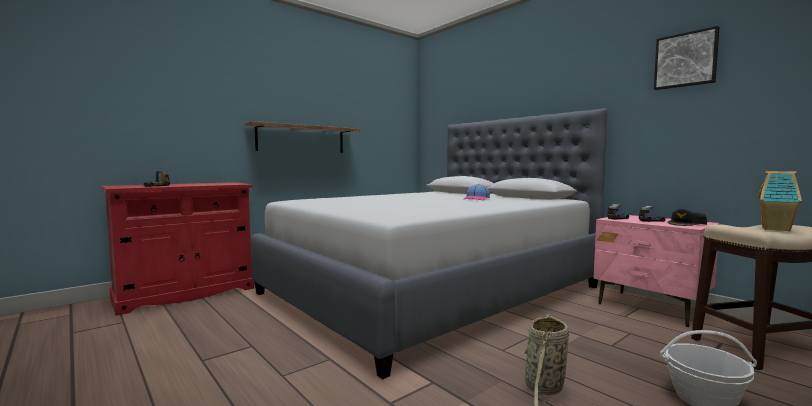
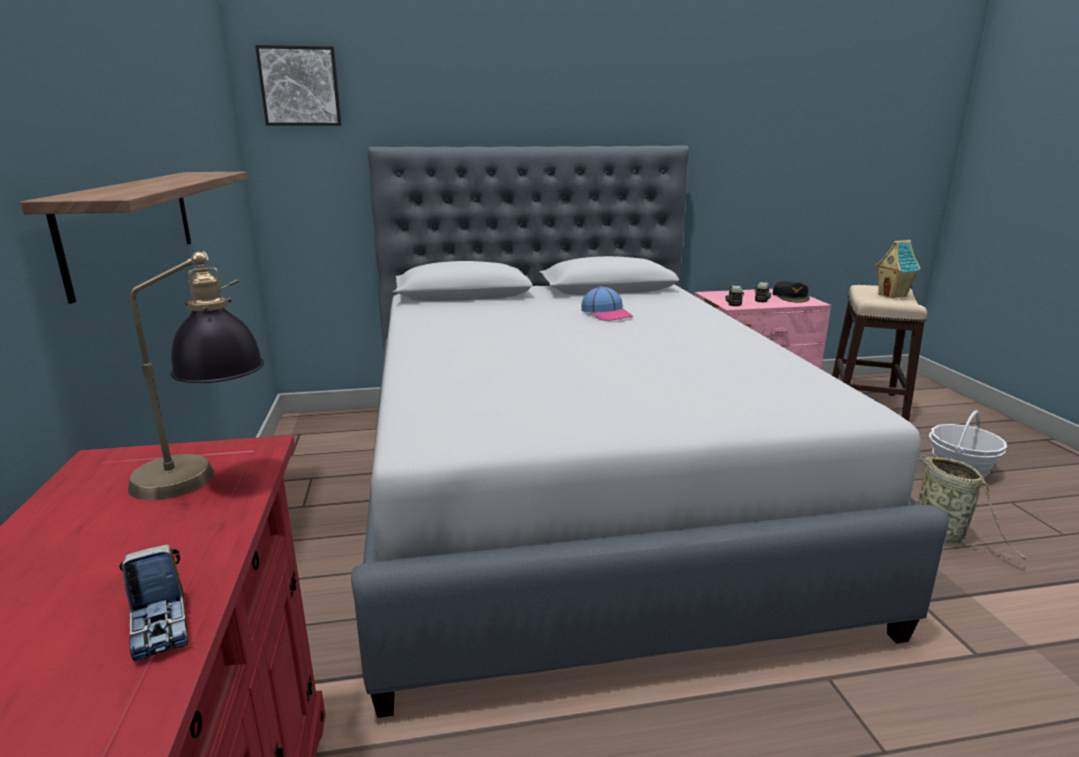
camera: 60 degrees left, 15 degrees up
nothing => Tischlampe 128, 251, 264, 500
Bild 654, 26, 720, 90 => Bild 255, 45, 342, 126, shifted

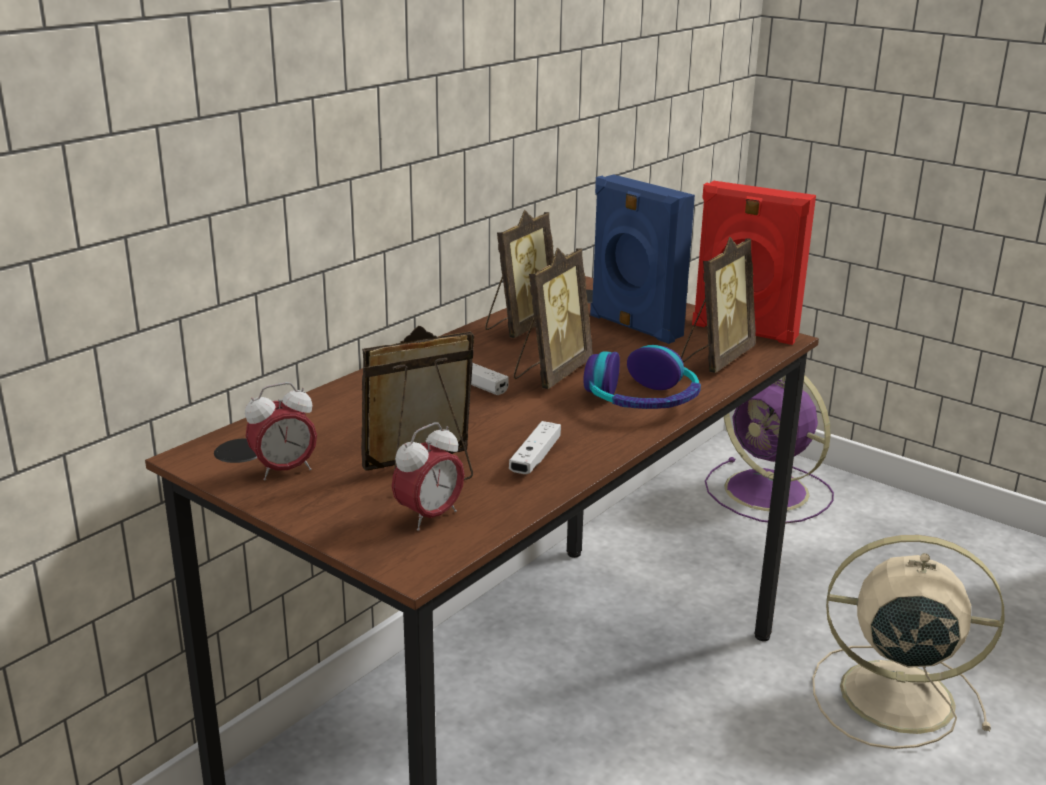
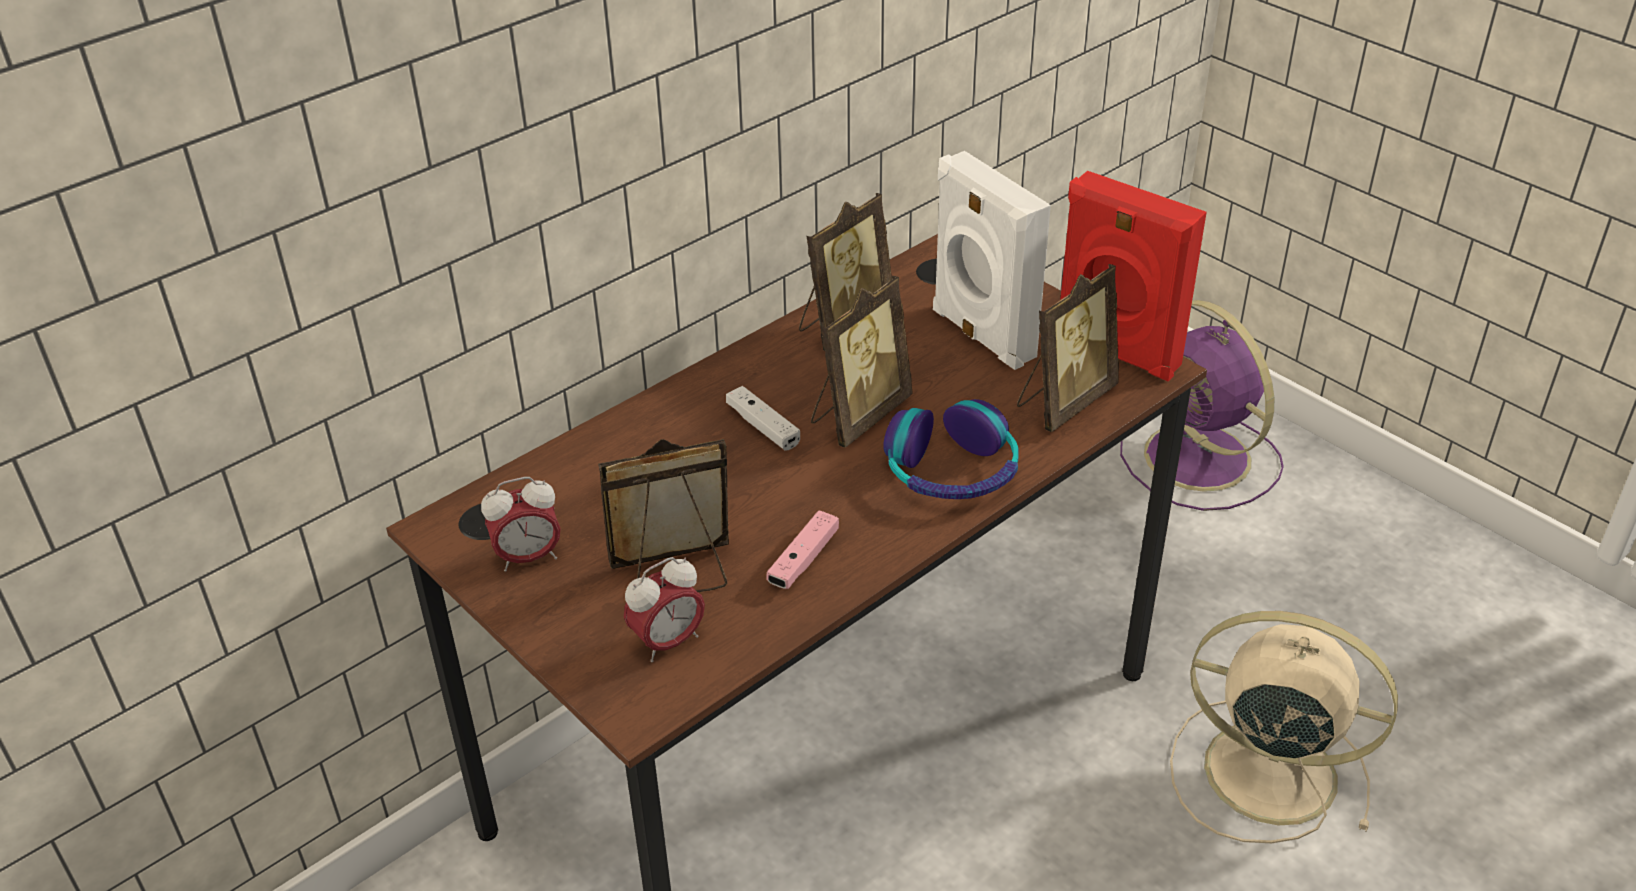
camera: 10 degrees right, 15 degrees up
Gamepad/weiß 509, 421, 561, 474 => Gamepad/rosa 767, 511, 839, 589
Lautsprecher/blau 590, 174, 695, 344 => Lautsprecher/weiß 933, 151, 1051, 370

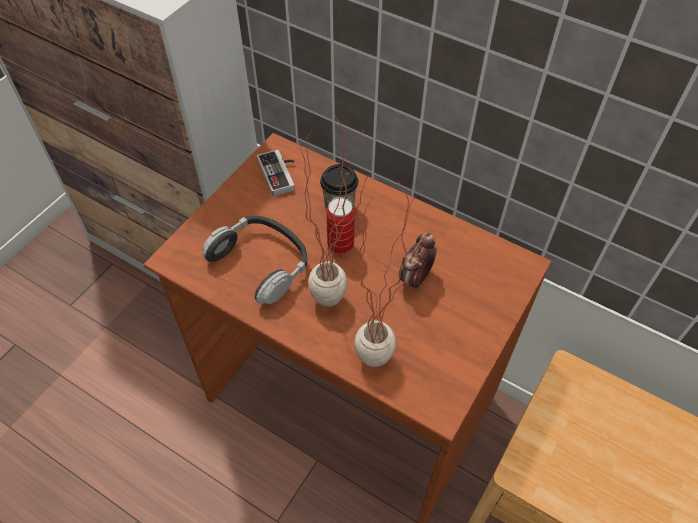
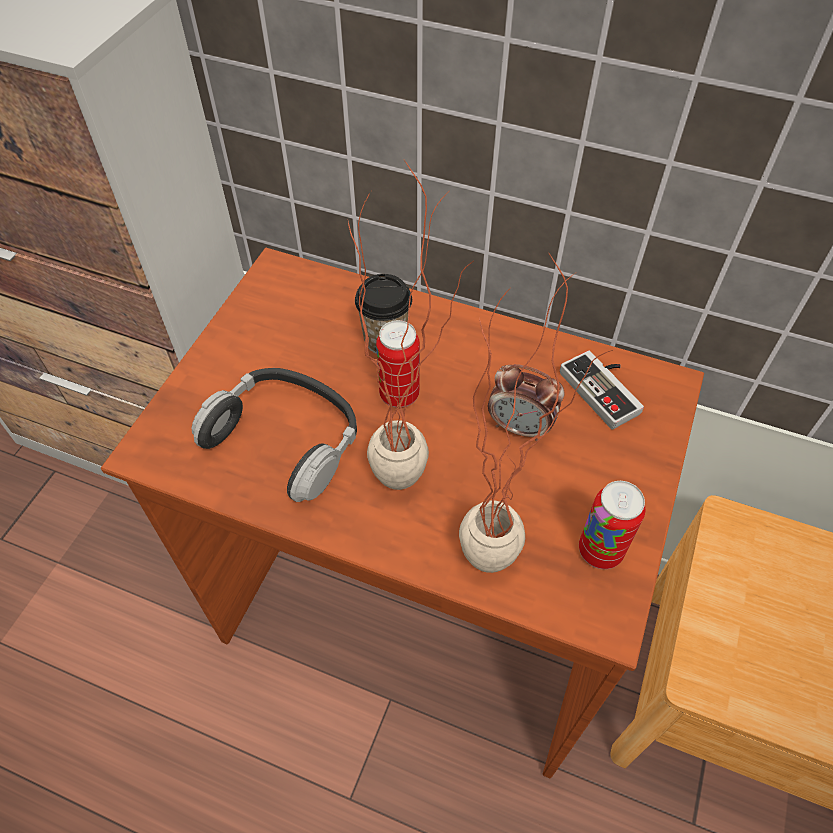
camera: 10 degrees left, 0 degrees up
nothing => Dose 579, 481, 645, 569
Gamepad 257, 150, 295, 196 => Gamepad 560, 350, 644, 430, shifted
Wecker 399, 232, 437, 290 => Wecker 488, 364, 564, 441, 90 degrees counterclockwise

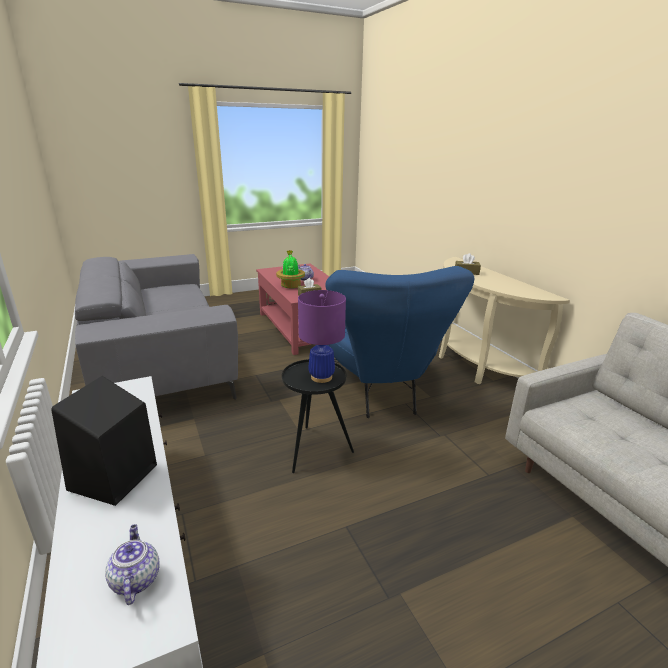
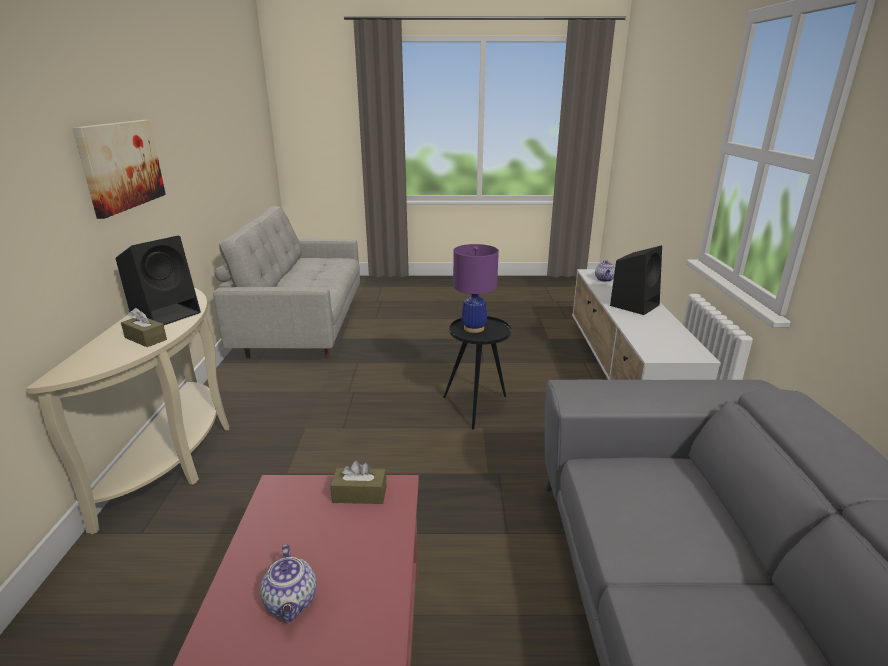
camera: 155 degrees left, 0 degrees up
Topfpflanze 276, 250, 305, 288 => nothing
Sessel/blau 325, 266, 474, 418 => nothing
nothing => Bild 73, 120, 166, 219
nothing => Lautsprecher/schwarz 116, 236, 201, 325

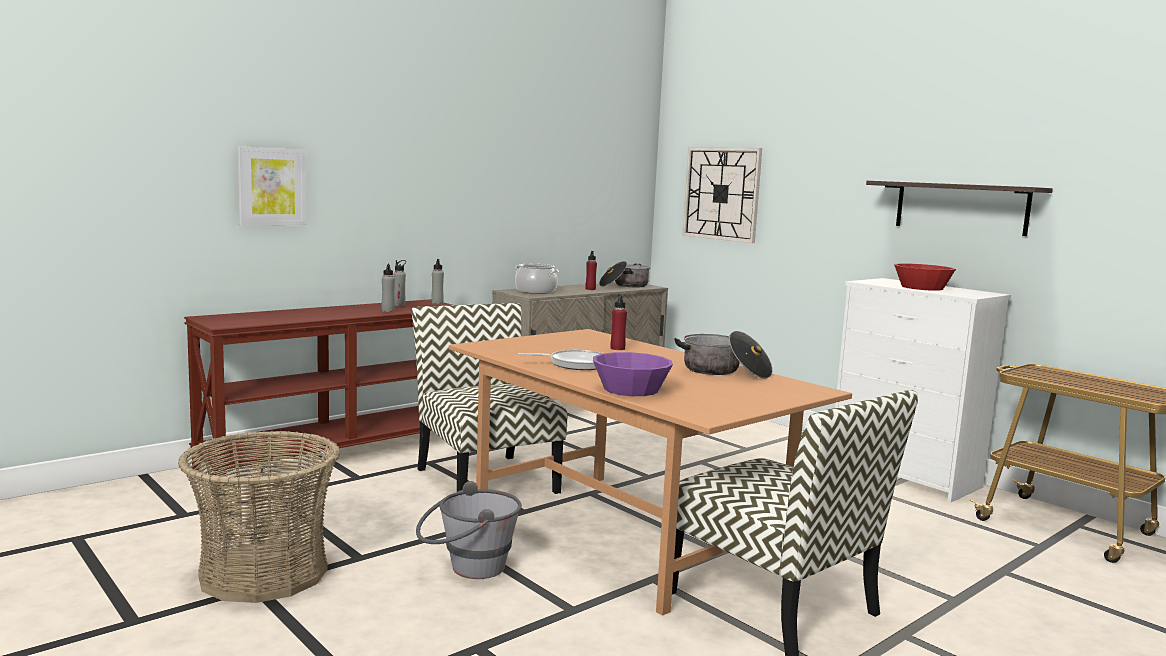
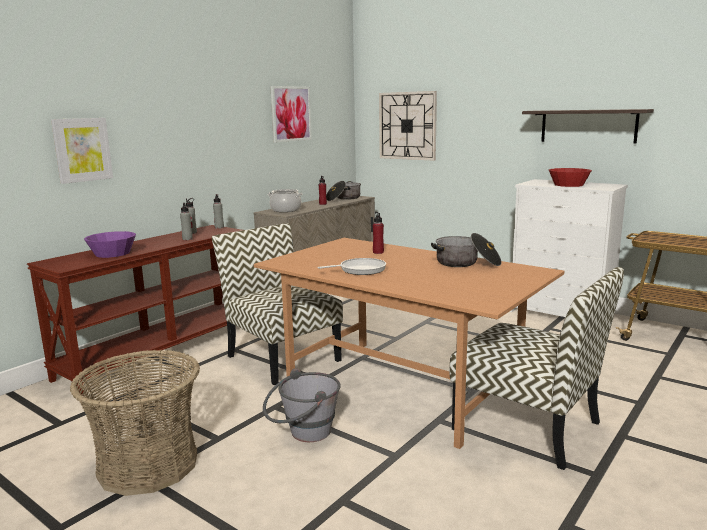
camera: 10 degrees left, 5 degrees up
nothing => Bild 270, 86, 312, 142
Schüssel/lila 593, 352, 673, 396 => Schüssel/lila 84, 231, 136, 258, shifted

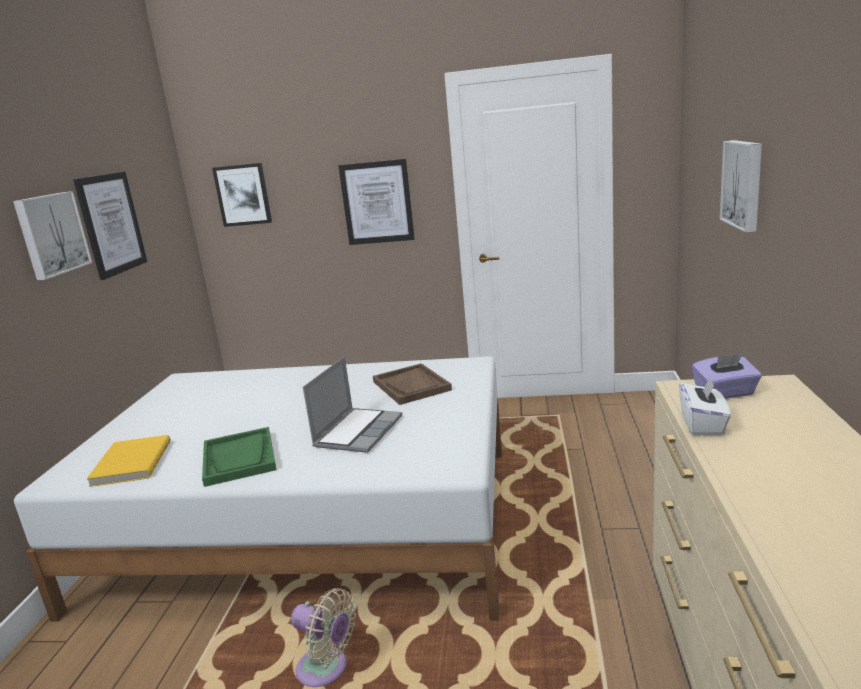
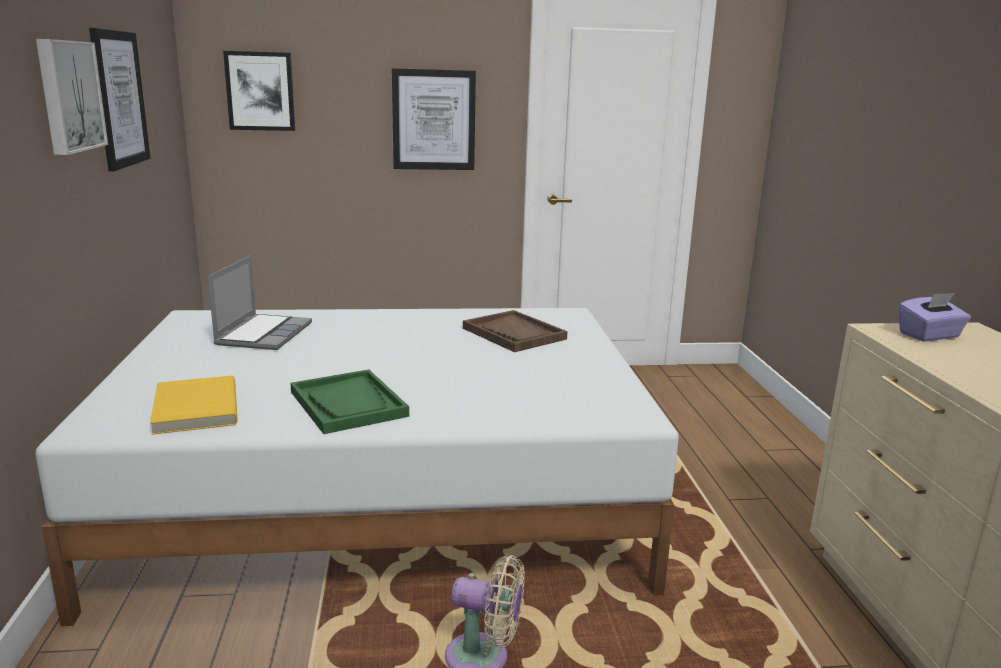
camera: 15 degrees left, 0 degrees up
Taschentuchbox/weiß 679, 377, 731, 435 => nothing
Bild 720, 140, 762, 232 => nothing
Laptop 303, 356, 402, 453 => Laptop 208, 255, 312, 350, shifted

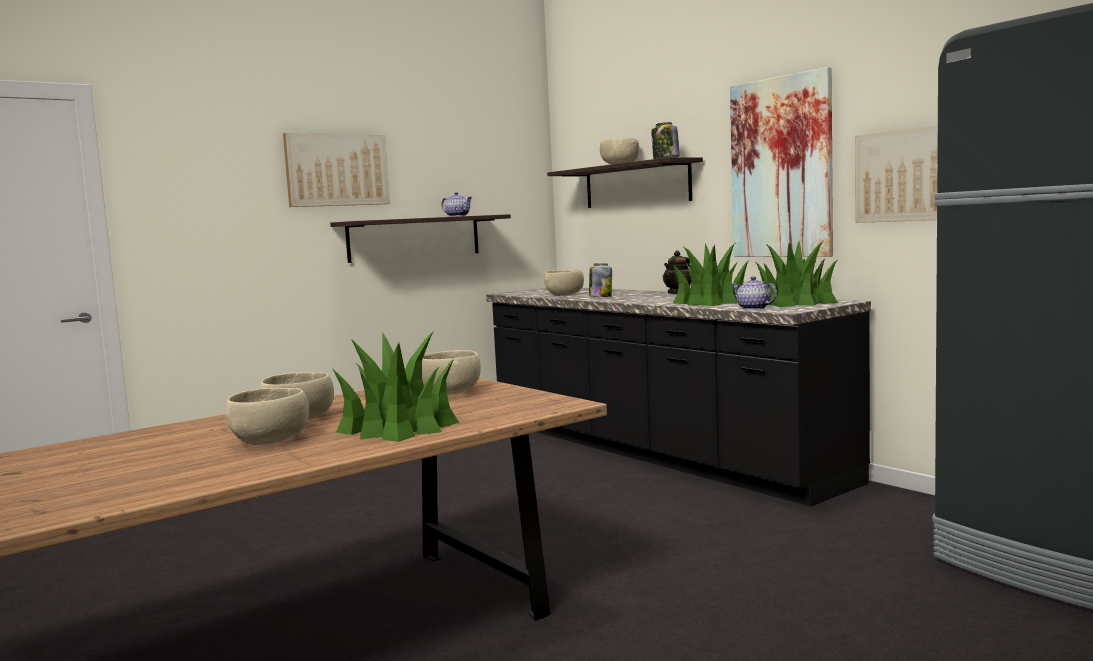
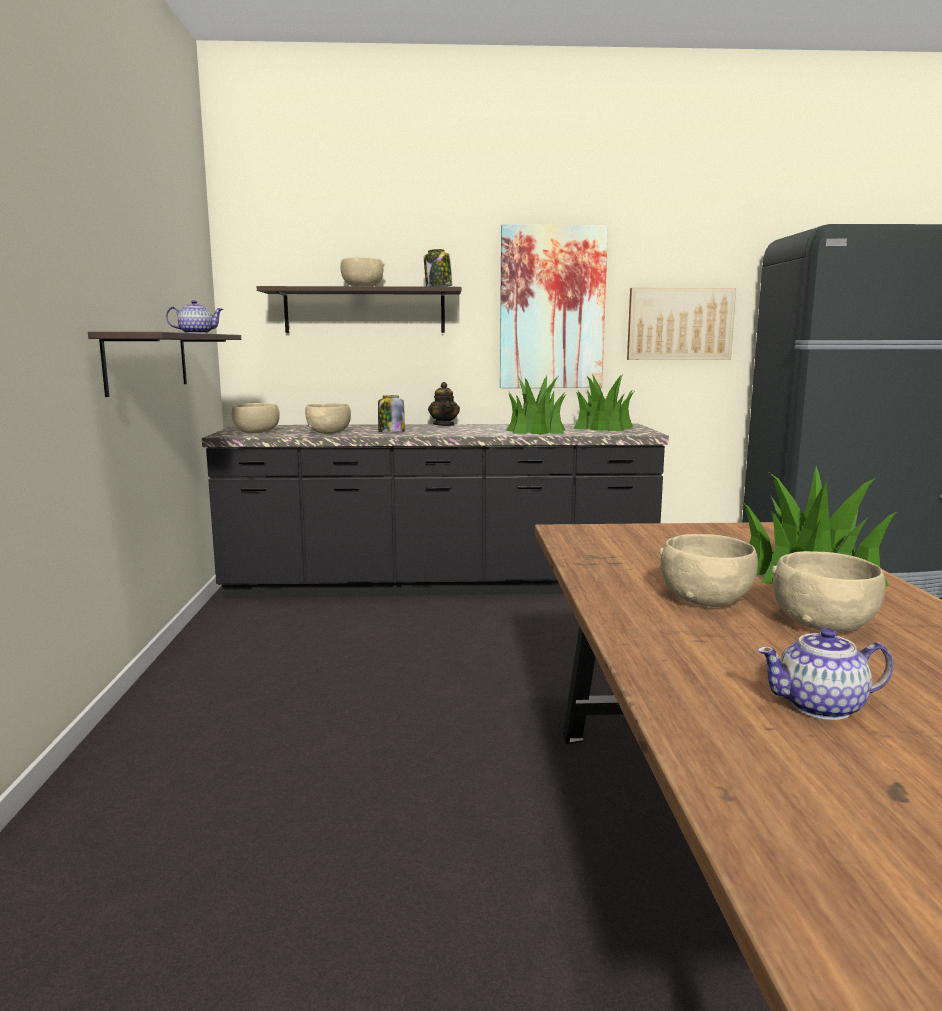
camera: 55 degrees left, 5 degrees up
Bild 283, 133, 390, 207 => nothing
Schüssel/beige 422, 350, 481, 394 => Schüssel/beige 232, 403, 280, 433, shifted
Teekanne 732, 276, 777, 310 => Teekanne 757, 628, 893, 720, shifted

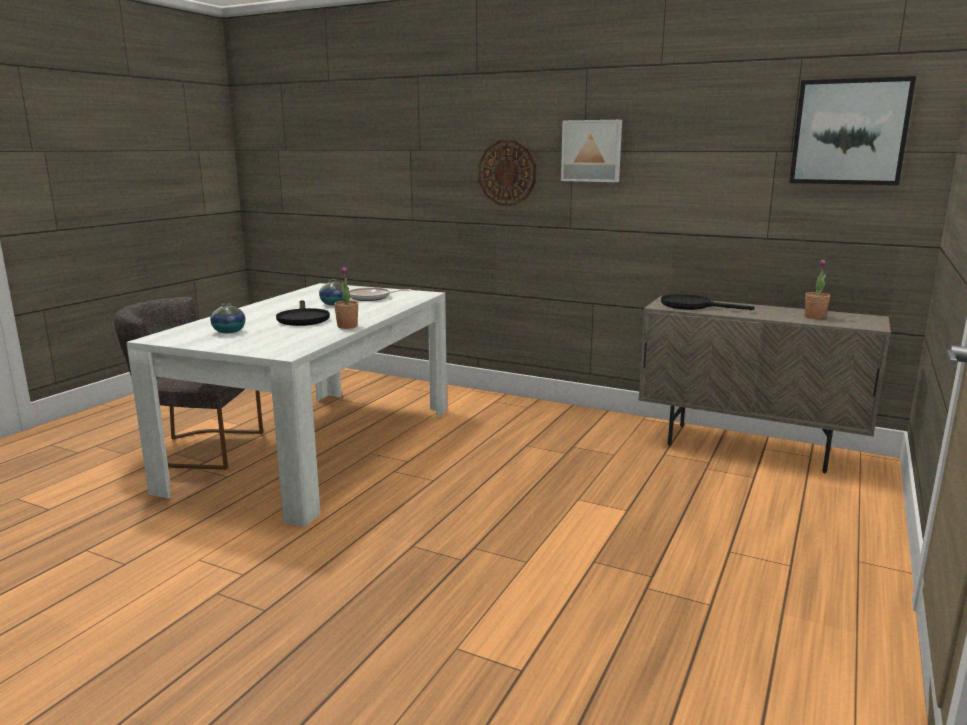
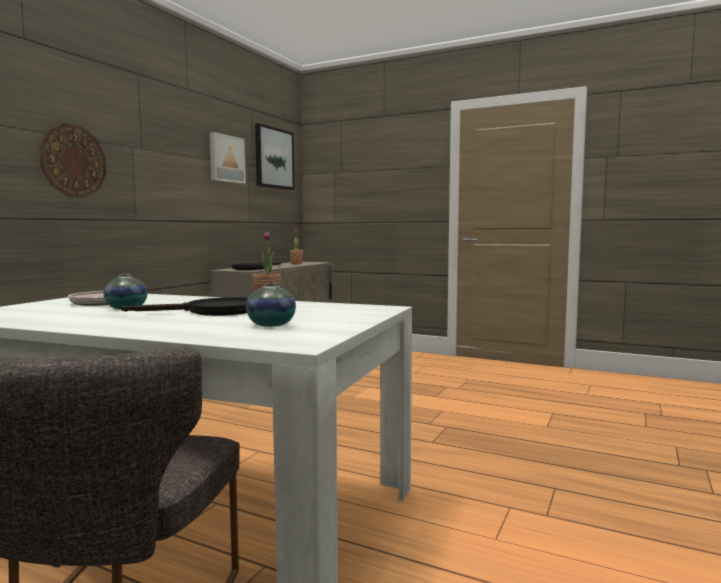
camera: 90 degrees left, 10 degrees down
Bild 561, 120, 622, 182 => Bild 210, 132, 246, 184, shifted

